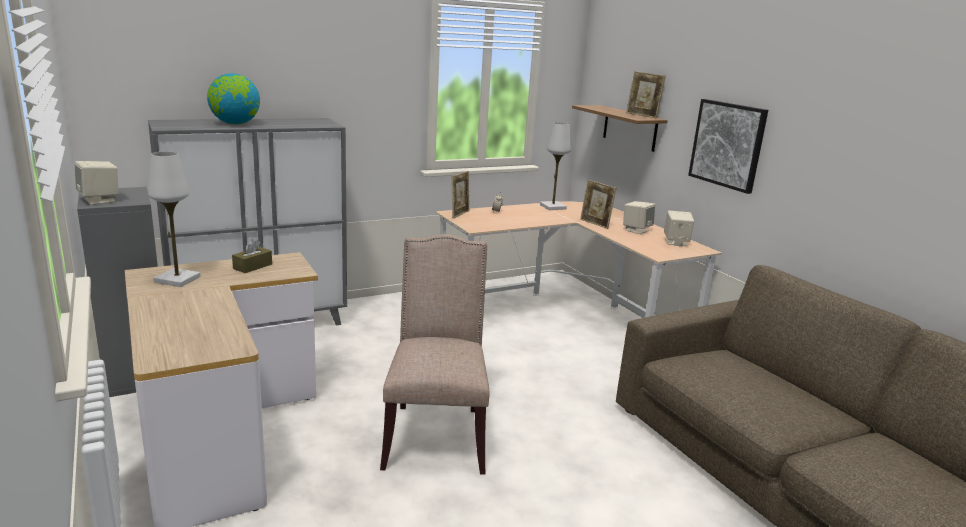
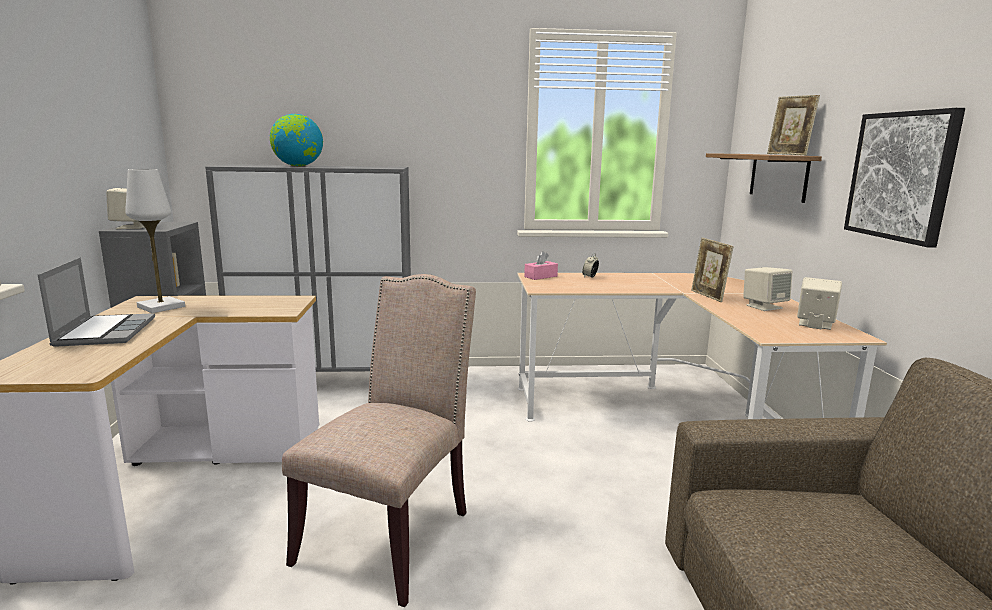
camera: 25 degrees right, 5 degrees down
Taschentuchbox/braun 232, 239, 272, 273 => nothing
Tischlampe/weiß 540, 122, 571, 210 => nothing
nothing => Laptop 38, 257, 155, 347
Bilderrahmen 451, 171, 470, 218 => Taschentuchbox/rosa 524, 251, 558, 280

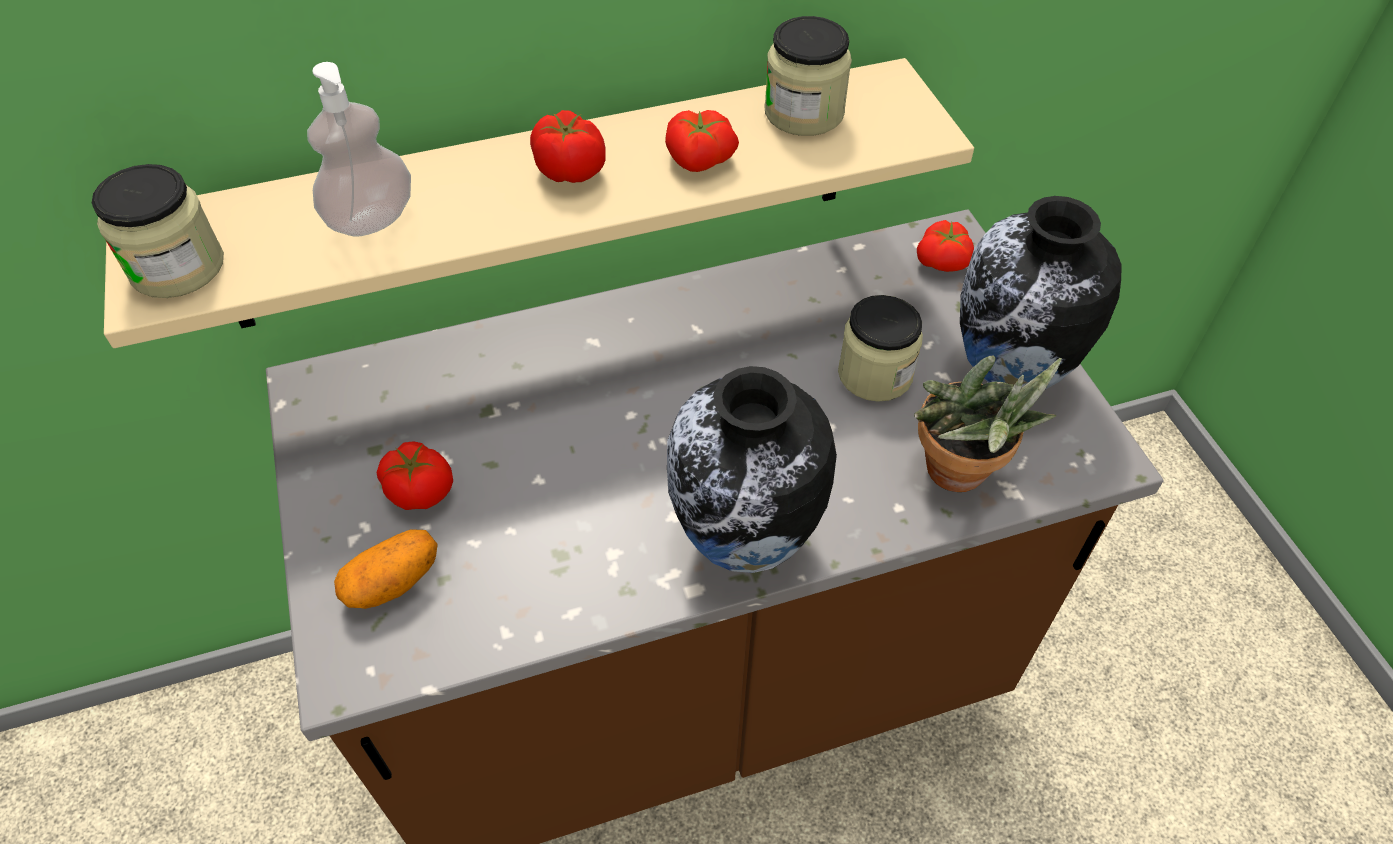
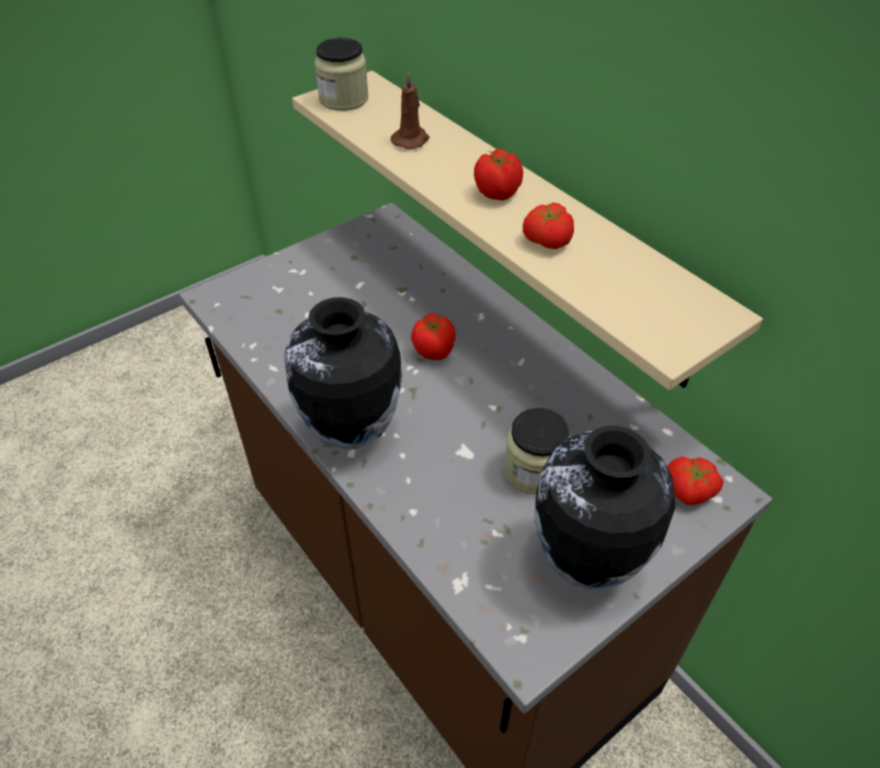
camera: 70 degrees right, 5 degrees down
Kartoffel 334, 529, 438, 609 => nothing
Vorratsglas 764, 16, 852, 136 => nothing
Topfpflanze 914, 356, 1062, 492 => nothing
Tomate 377, 441, 453, 510 => Tomate 411, 313, 456, 360, shifted
Seifenspender 307, 62, 411, 237 => Kerze/braun 391, 72, 429, 150

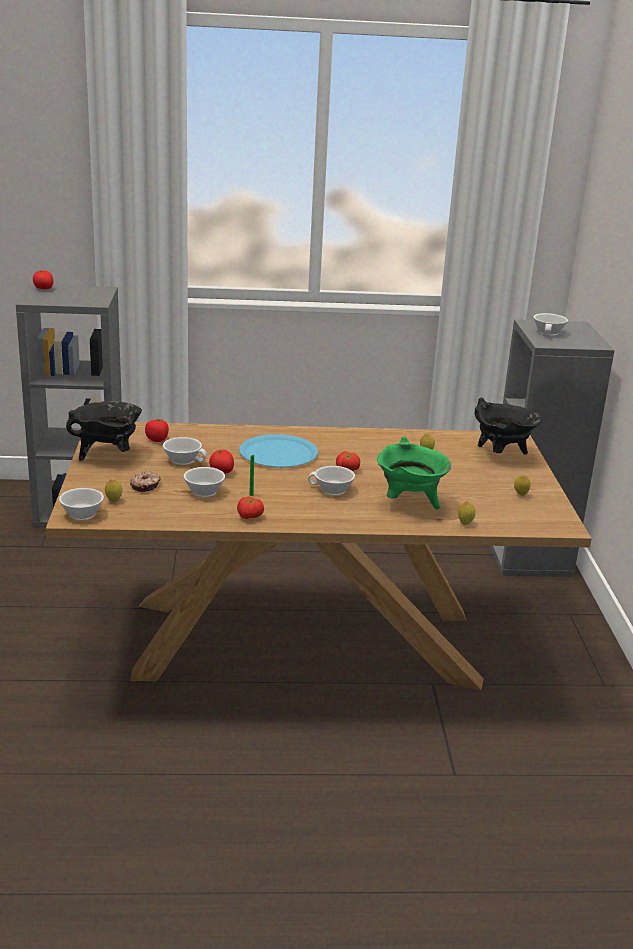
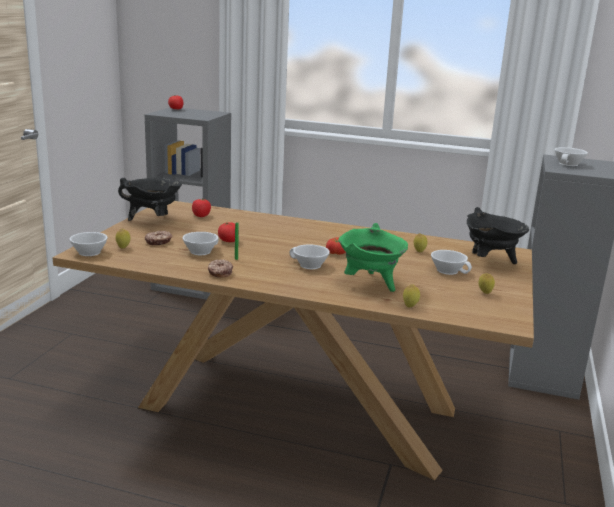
camera: 20 degrees right, 5 degrees down
Teller/blau 239, 434, 318, 468 => nothing
Tasse/weiß 163, 437, 207, 465 => Tasse/weiß 431, 250, 472, 275, shifted
Tomate 237, 496, 264, 519 => Donut 208, 259, 233, 278

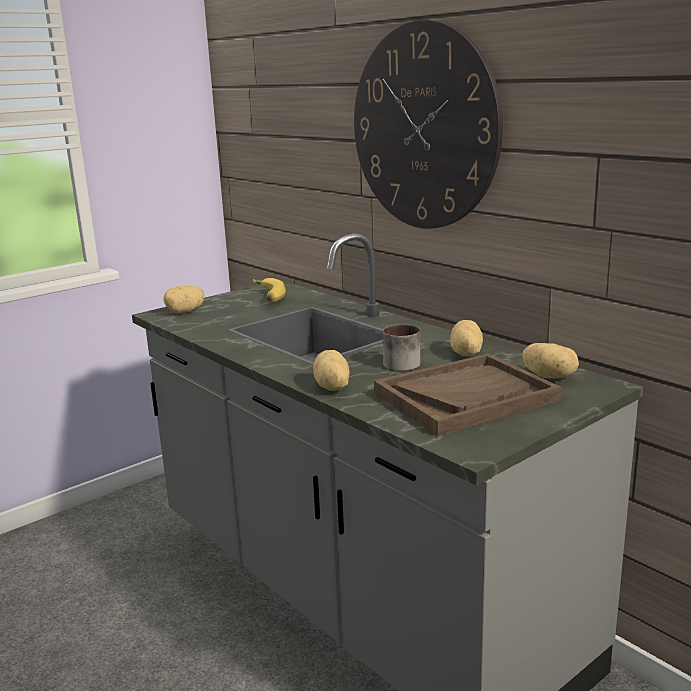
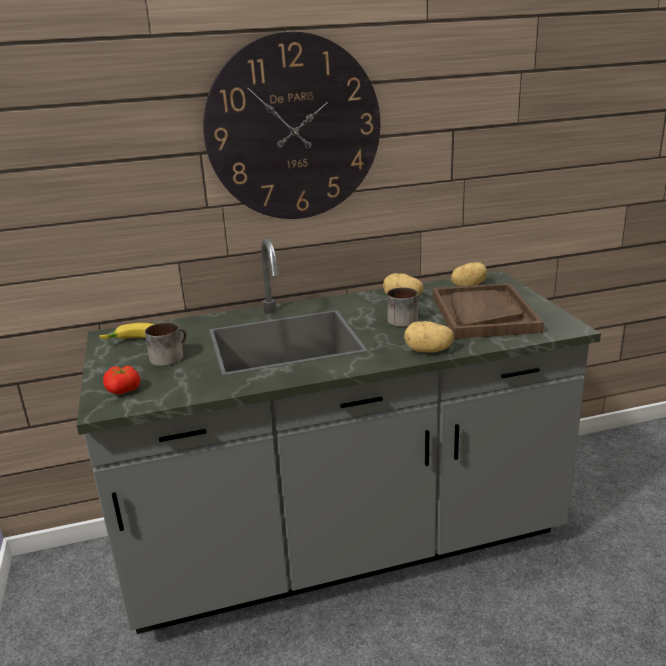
camera: 65 degrees left, 5 degrees up
nothing => Henkelbecher 145, 322, 187, 366
Kartoffel 164, 286, 204, 313 => Tomate 103, 366, 140, 394

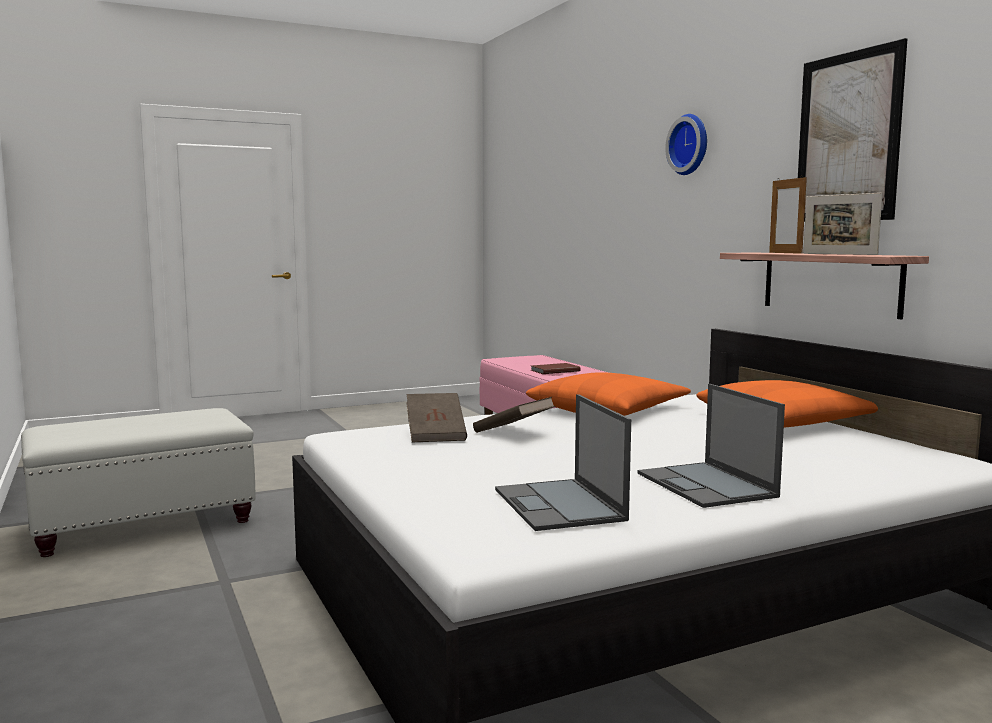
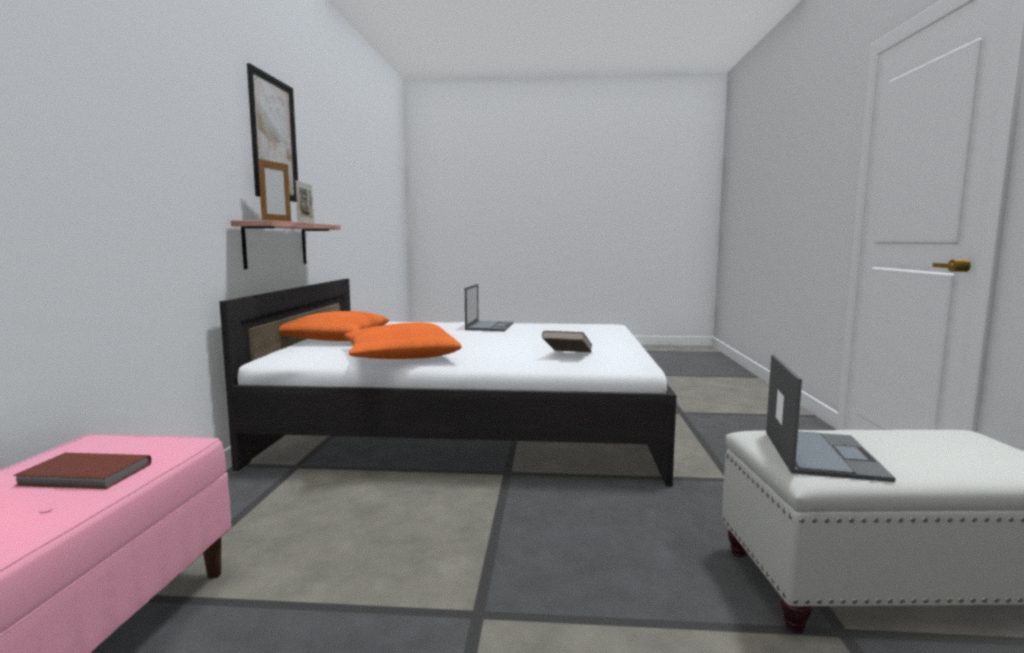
camera: 150 degrees left, 0 degrees up
Buch/braun 473, 397, 555, 433 => nothing
Wanduhr 665, 114, 707, 175 => nothing
Laptop 495, 394, 631, 531 => Laptop 766, 355, 895, 482, shifted

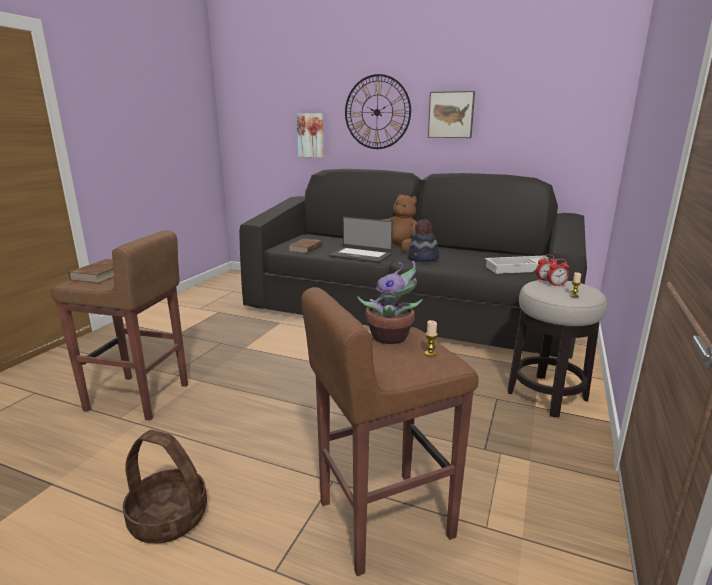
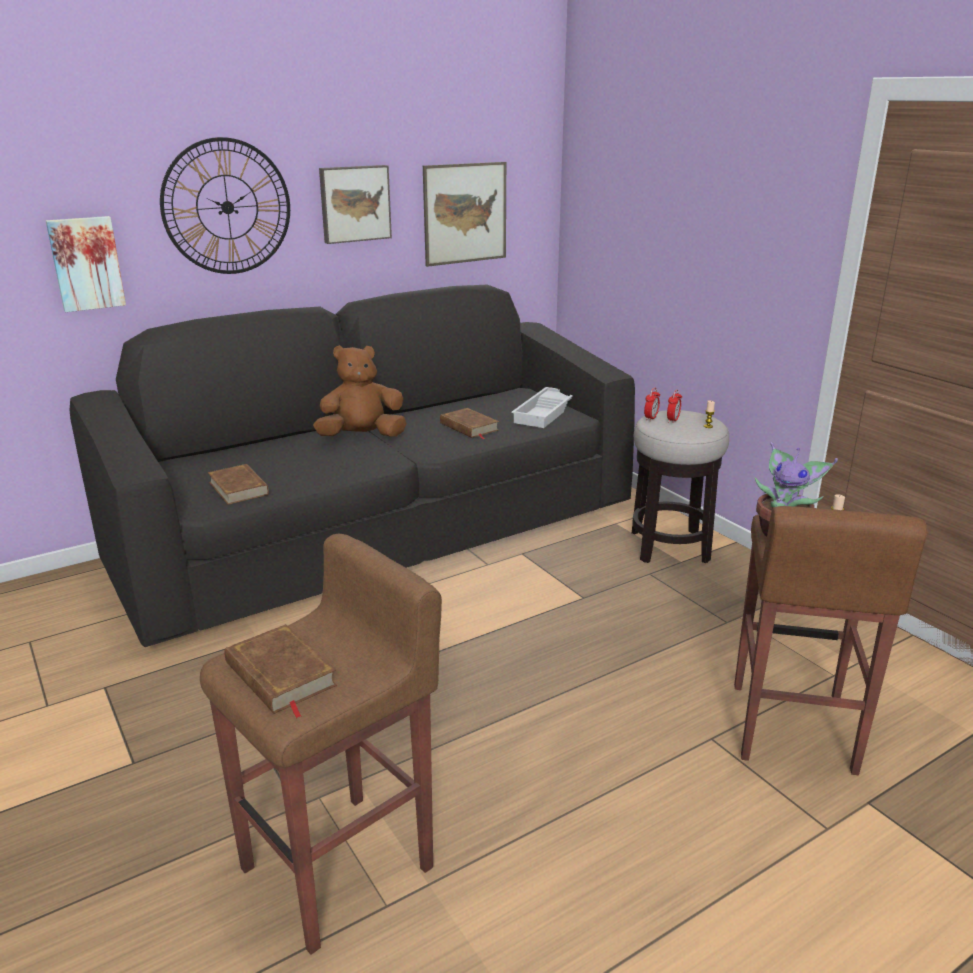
camera: 55 degrees left, 5 degrees up
Korb 123, 430, 207, 543 => nothing
Laptop 329, 217, 393, 263 => nothing
Hut 408, 220, 439, 262 => nothing
nothing => Bild 423, 162, 506, 267
nothing => Buch/braun 440, 408, 499, 439

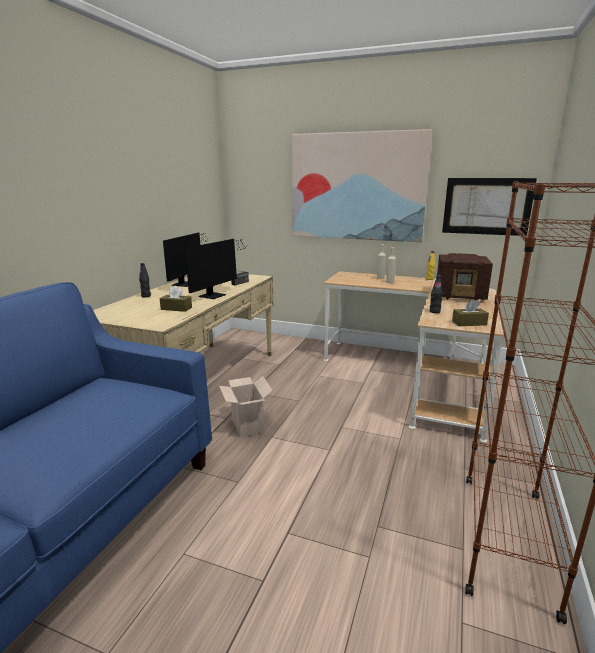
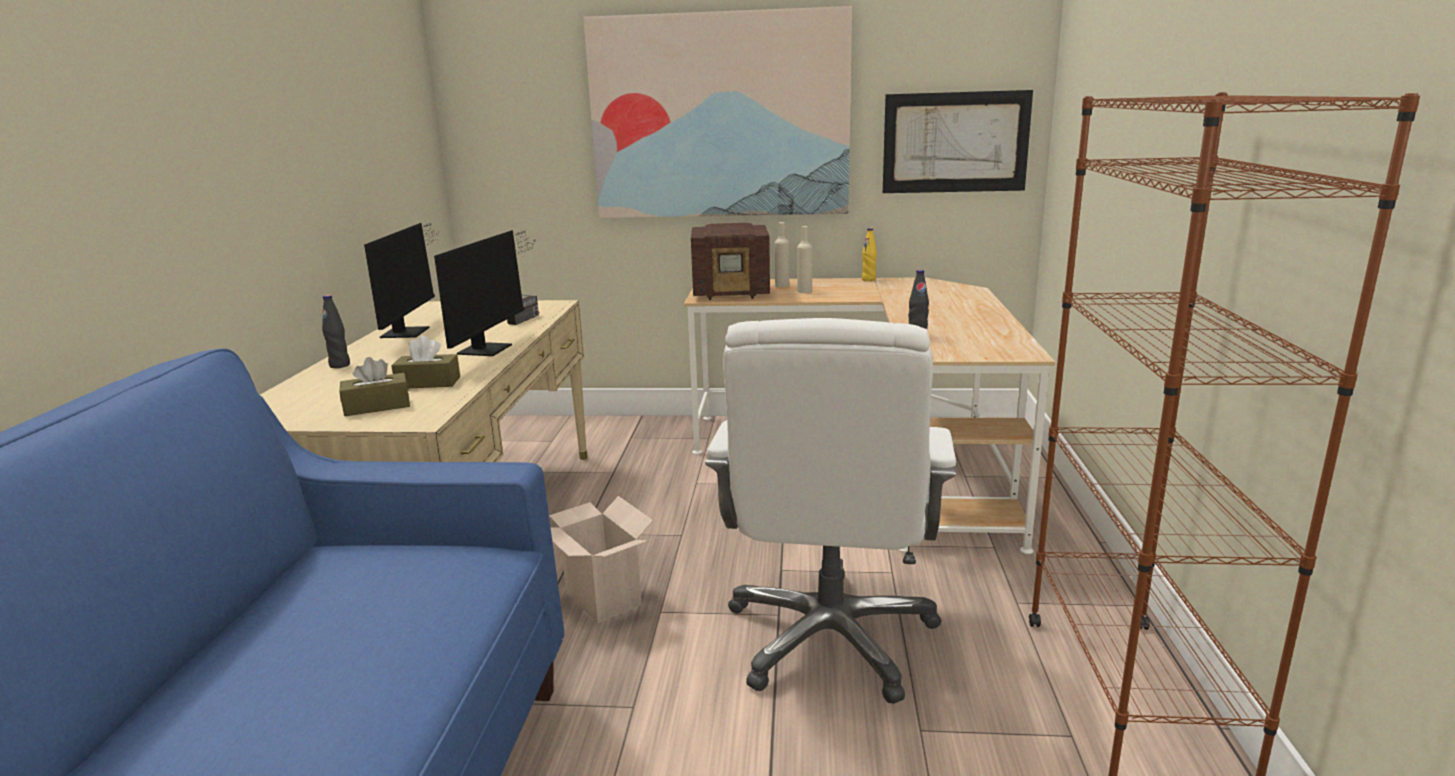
camera: 15 degrees left, 0 degrees up
nothing => Bürostuhl/weiß 705, 318, 956, 704
Radio 437, 253, 493, 301 => Radio 691, 223, 770, 300, shifted
Taschentuchbox/braun 452, 299, 489, 326 => Taschentuchbox/braun 339, 357, 410, 416, shifted

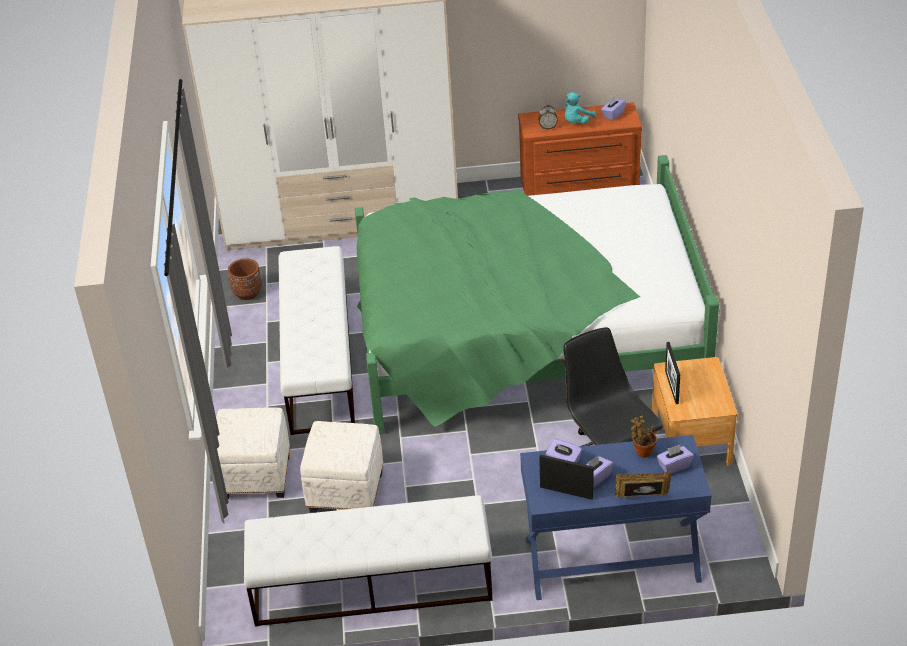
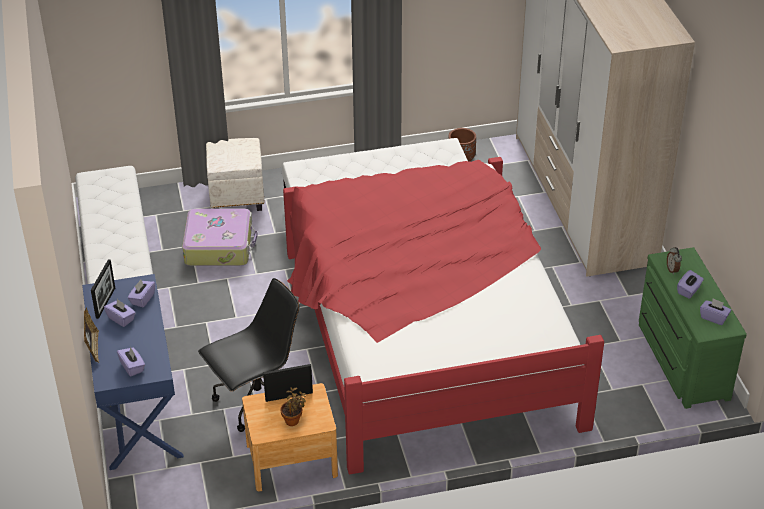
camera: 80 degrees right, 0 degrees up
Topfpflanze 631, 415, 657, 458 => Topfpflanze 280, 387, 306, 426, shifted
Polsterhocker/weiß 300, 421, 383, 513 => Koffer 182, 208, 258, 266
Plüschtier/türkis 565, 92, 596, 124 => Taschentuchbox/lila 677, 270, 704, 299
Bett/grün 355, 155, 719, 434 => Bett/rot 283, 157, 604, 474
Kommode/braun 518, 102, 642, 196 => Kommode/grün 639, 247, 747, 409

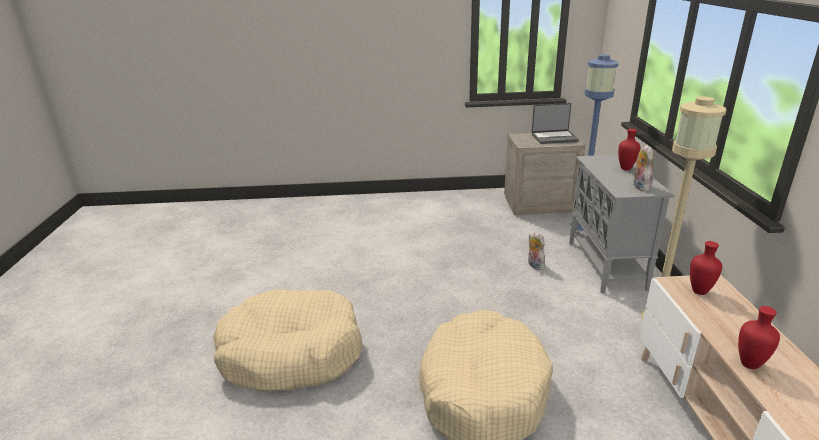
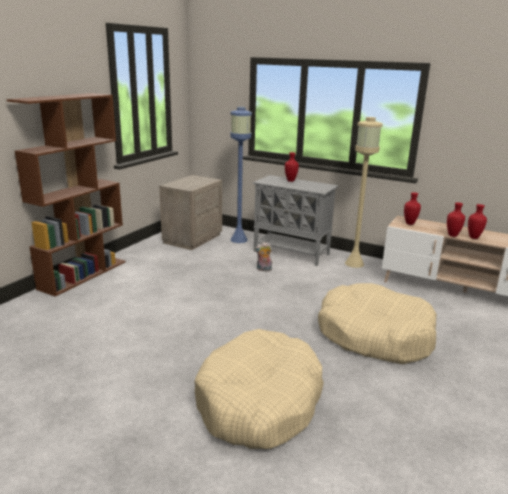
camera: 60 degrees left, 5 degrees down
Laptop 532, 103, 579, 144 => nothing
Plüschtier 633, 145, 654, 191 => nothing
nothing => Bücherregal/braun 7, 93, 126, 296
nothing => Vase/rot 447, 202, 465, 237

